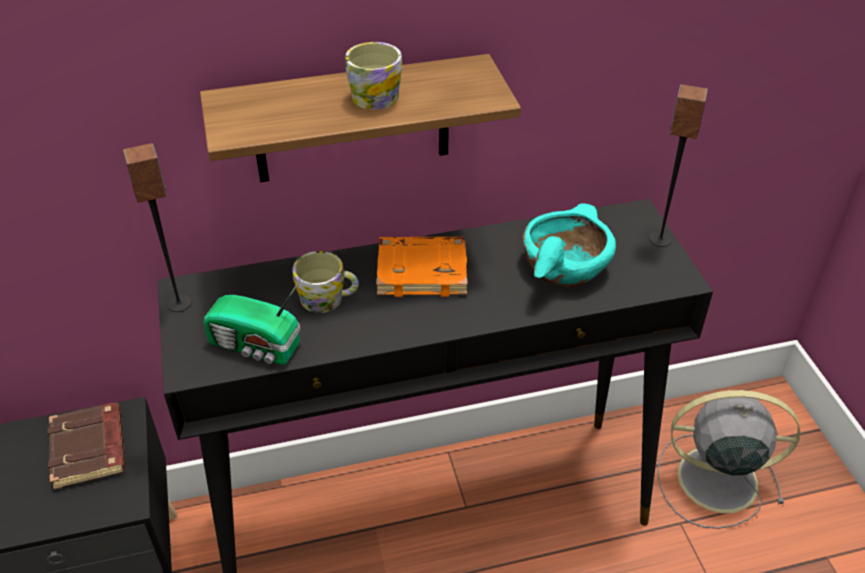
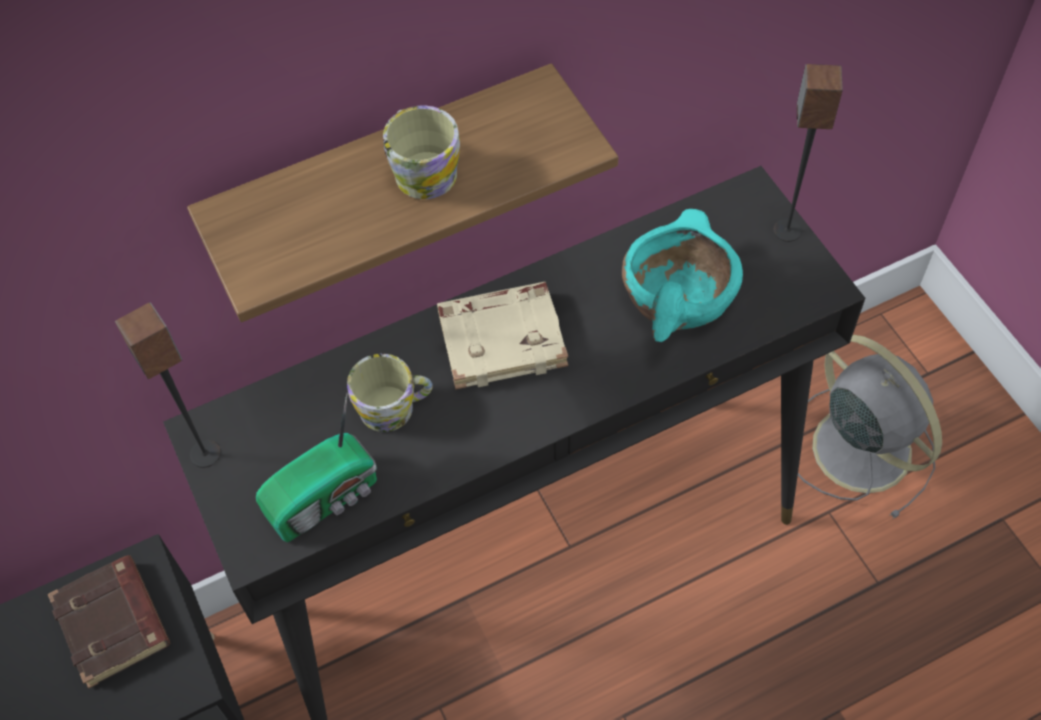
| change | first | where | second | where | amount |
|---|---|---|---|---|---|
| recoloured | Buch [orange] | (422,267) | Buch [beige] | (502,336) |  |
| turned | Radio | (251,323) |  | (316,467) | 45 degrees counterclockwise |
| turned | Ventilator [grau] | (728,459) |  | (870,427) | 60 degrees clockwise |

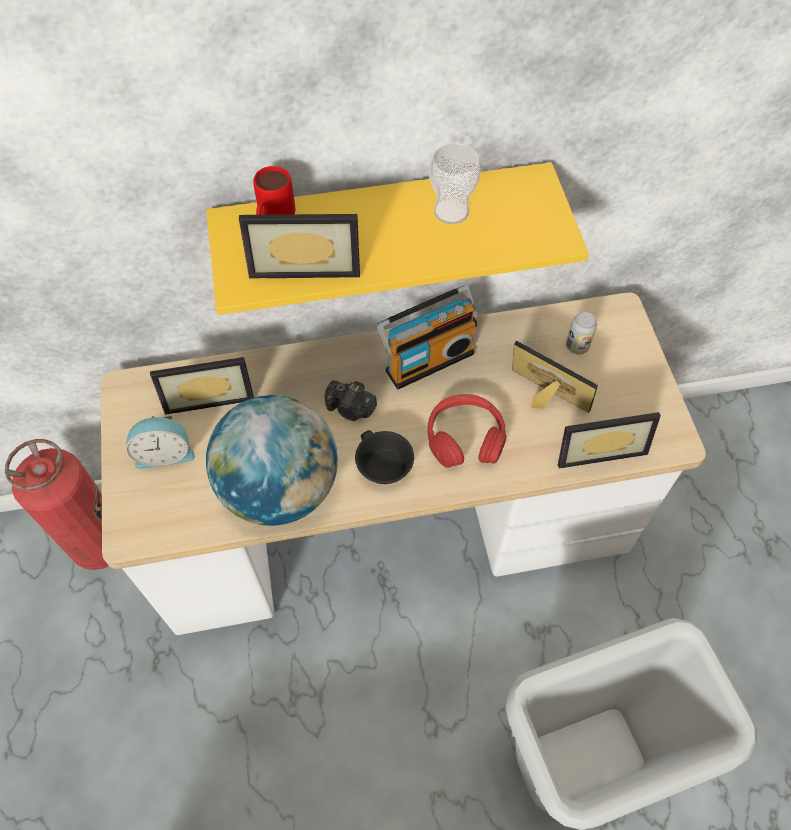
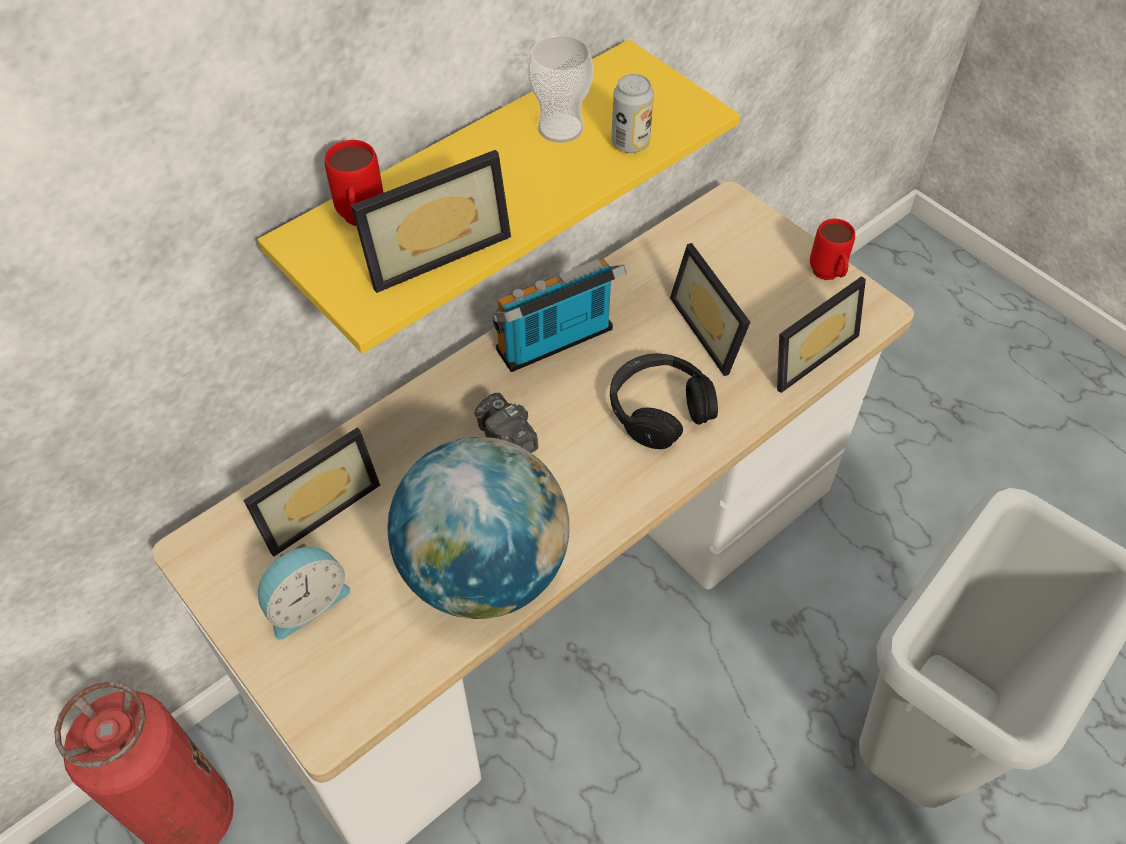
| change | first | where | second | where | amount |
|---|---|---|---|---|---|
| turned | Radio | (427,337) |  | (559,315) | 150 degrees counterclockwise |
| moved | Dose | (581,333) |  | (633,113) |  |
| turned | Bilderrahmen | (555,377) |  | (710,309) | 120 degrees counterclockwise |
| turned | Kamera | (351,400) |  | (506,423) | 60 degrees clockwise |
| recoloured | Kopfhörer [rot] | (467,431) | Kopfhörer [schwarz] | (664,401) |  |
| removed | Tasse [schwarz] | (384,457) |  |  |  |
| added |  |  | Henkelbecher [rot] | (832,249) |  |

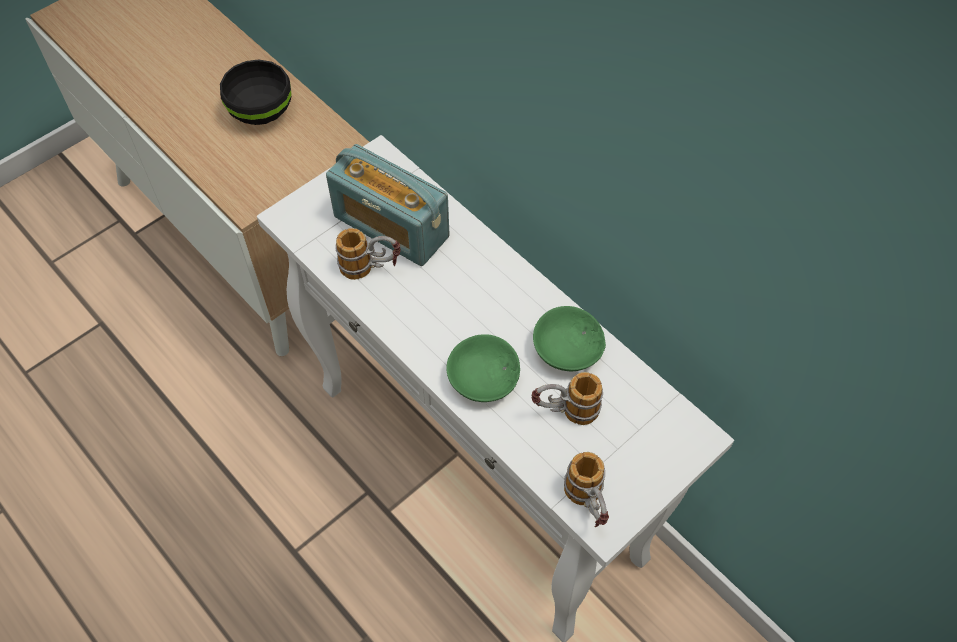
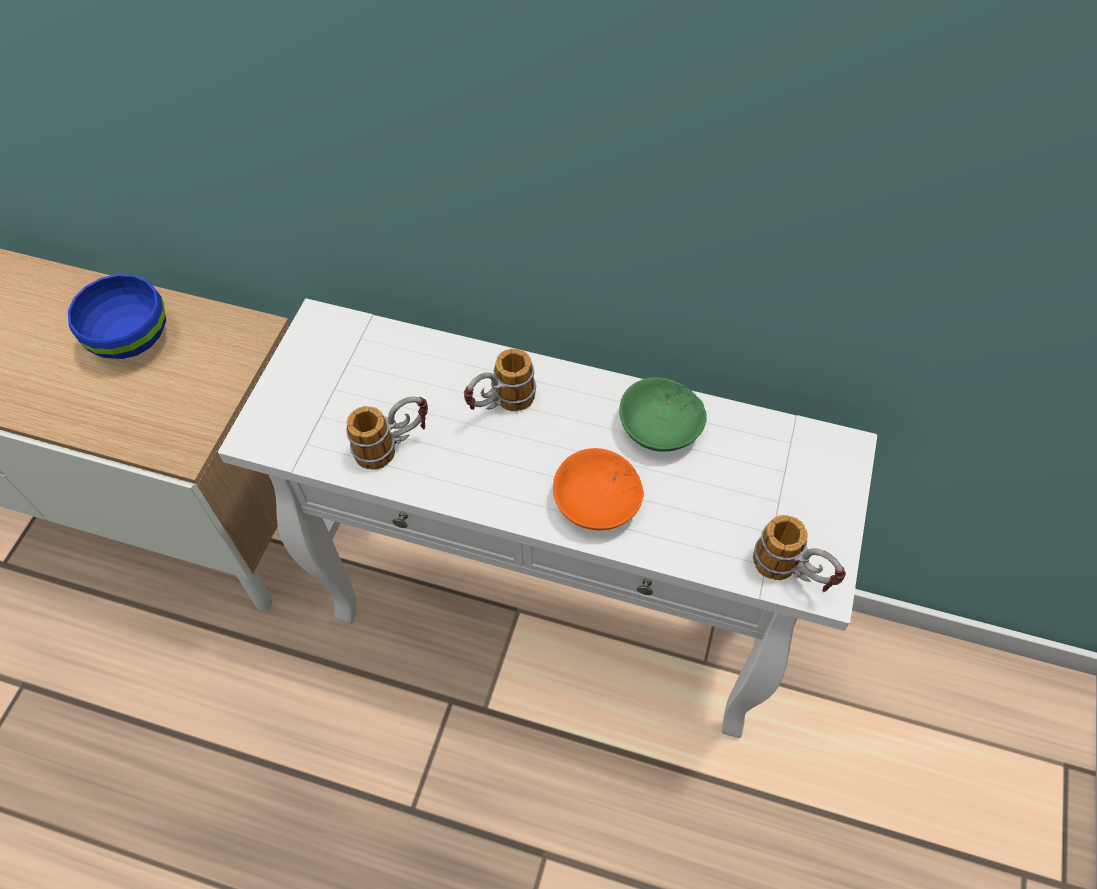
| change | first | where | second | where | amount |
|---|---|---|---|---|---|
| recoloured | Schüssel [schwarz] | (256,92) | Schüssel [blau] | (117,316) |  |
| removed | Radio | (387,205) |  |  |  |
| recoloured | Schüssel [grün] | (483,368) | Schüssel [orange] | (598,489) |  |
| moved | Henkelbecher | (567,398) |  | (500,380) |  |

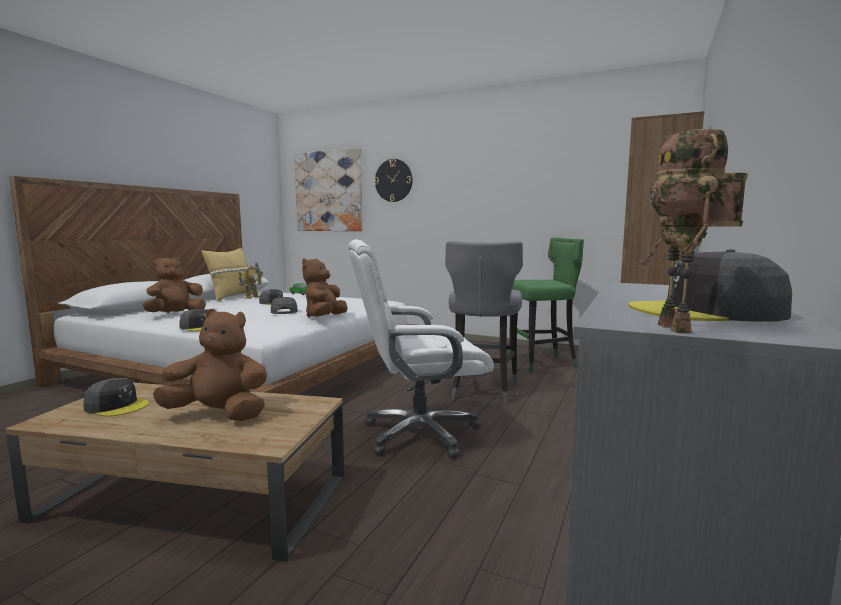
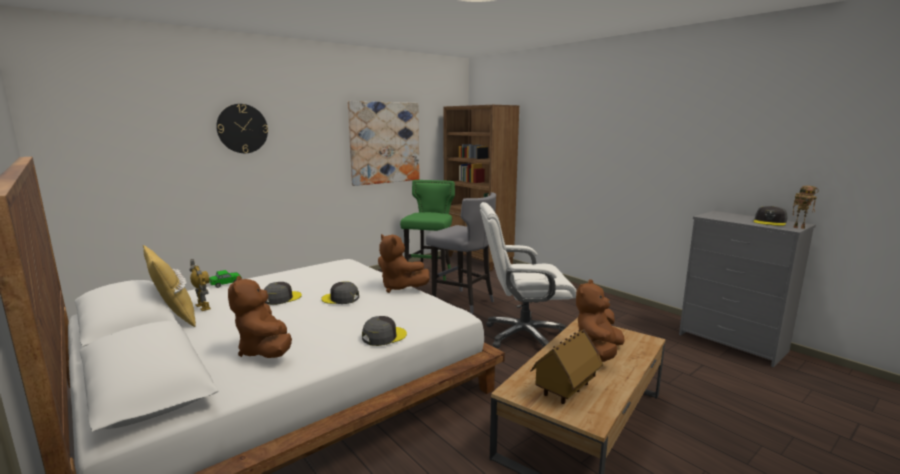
| change | first | where | second | where | amount |
|---|---|---|---|---|---|
| moved | Bild | (328,189) |  | (384,143) |  |
| turned | Bürostuhl [weiß] | (421,348) |  | (528,275) | 75 degrees clockwise |
| replaced | Kappe [grau] | (116,397) | Spielzeughaus | (566,366) |  |

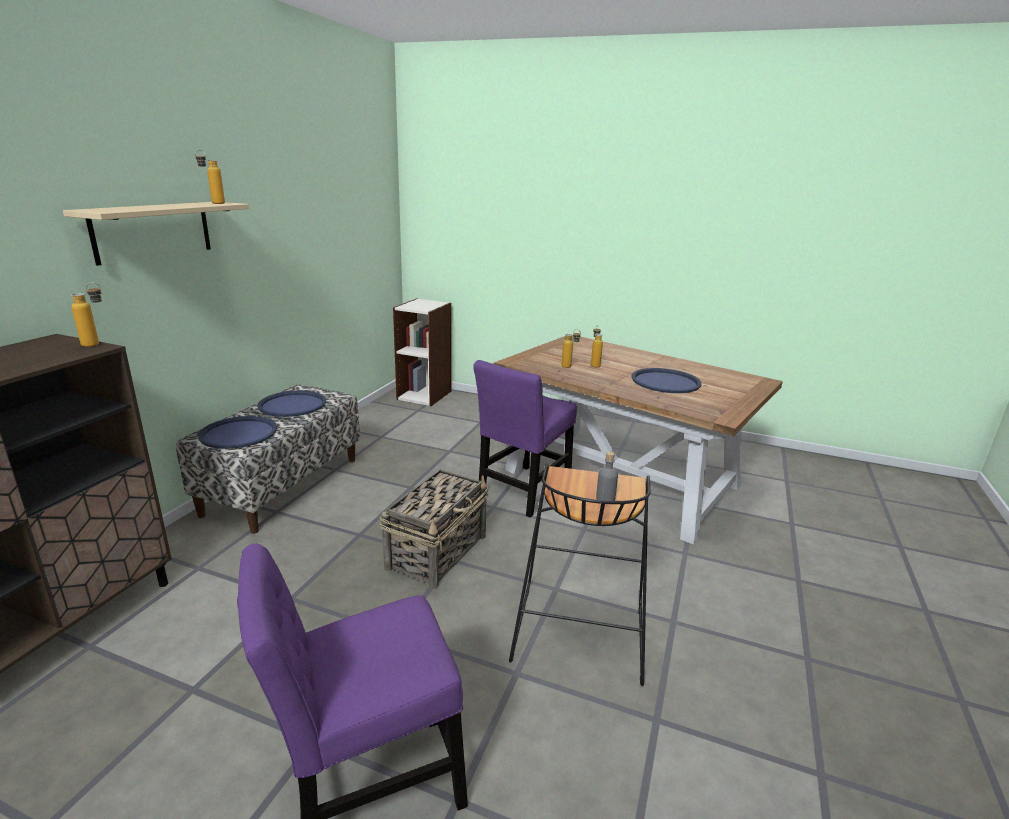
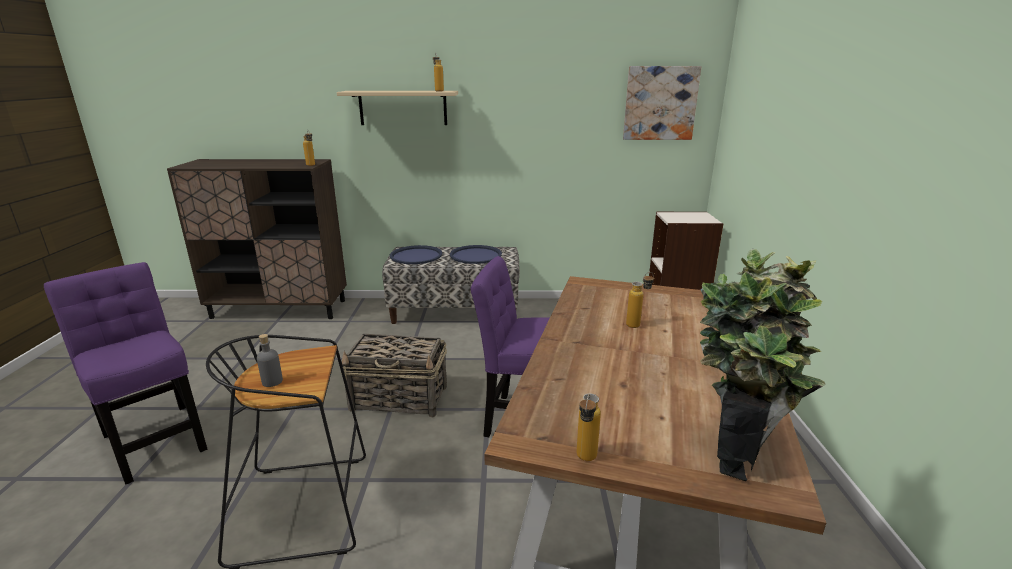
| change | first | where | second | where | amount |
|---|---|---|---|---|---|
| moved | Flasche | (571,348) |  | (588,427) |  |
| removed | Tablett [blau] | (667,380) |  |  |  |
| added |  |  | Bild | (662,103) |  |
| added |  |  | Topfpflanze | (763,365) |  |

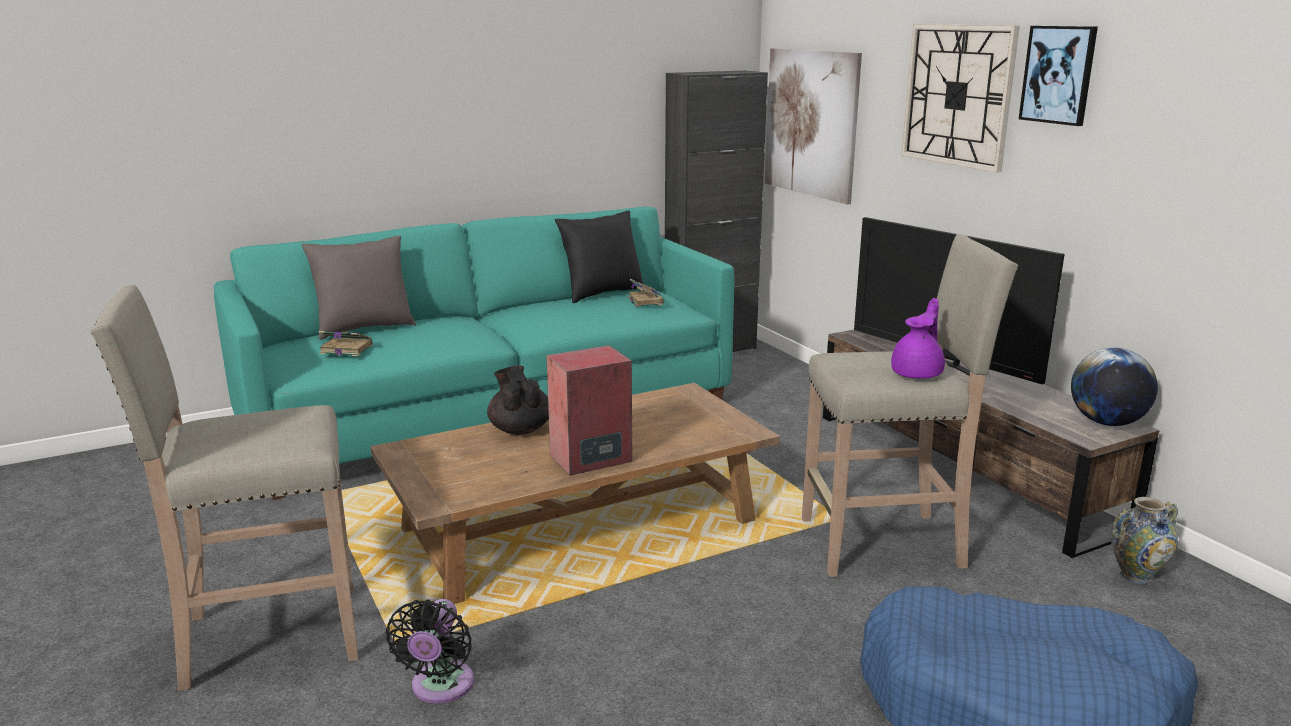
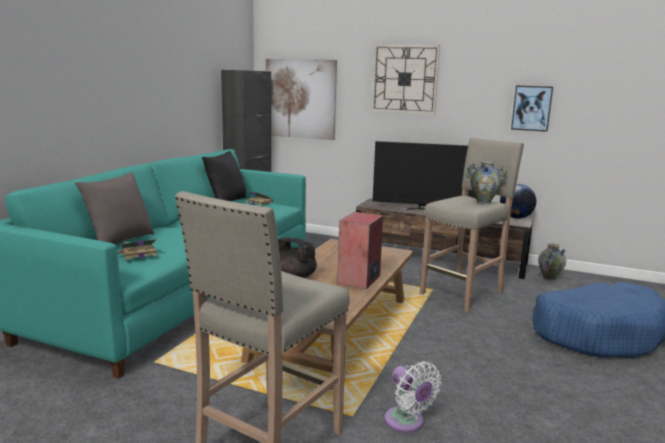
| change | first | where | second | where | amount |
|---|---|---|---|---|---|
| moved | Bild | (1058,76) |  | (532,109) |  |
| replaced | Teekanne [lila] | (918,338) | Vase | (487,182) |  |
| recoloured | Ventilator [schwarz] | (430,651) | Ventilator [weiß] | (412,397) |  |

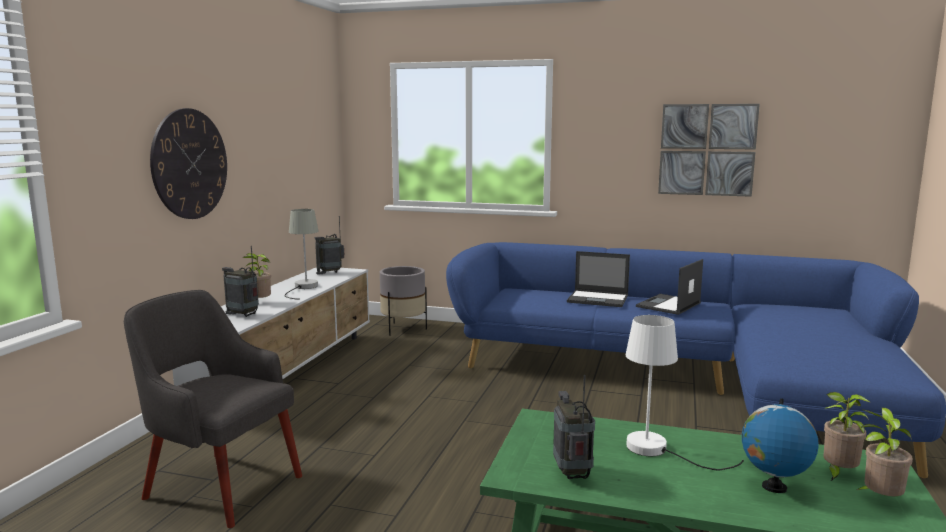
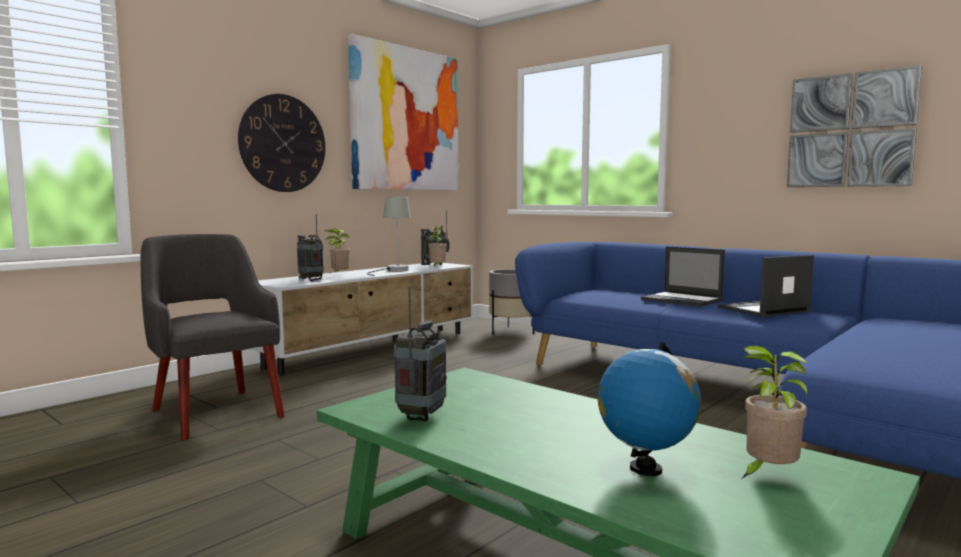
| change | first | where | second | where | amount |
|---|---|---|---|---|---|
| removed | Tischlampe [weiß] | (684,393) |  |  |  |
| moved | Topfpflanze | (885,452) |  | (437,246) |  |
| added |  |  | Bild | (403,112) |  |

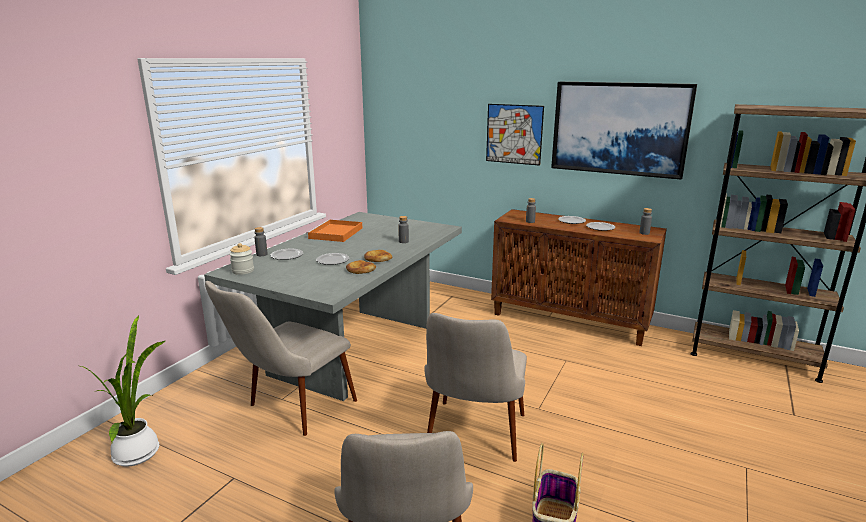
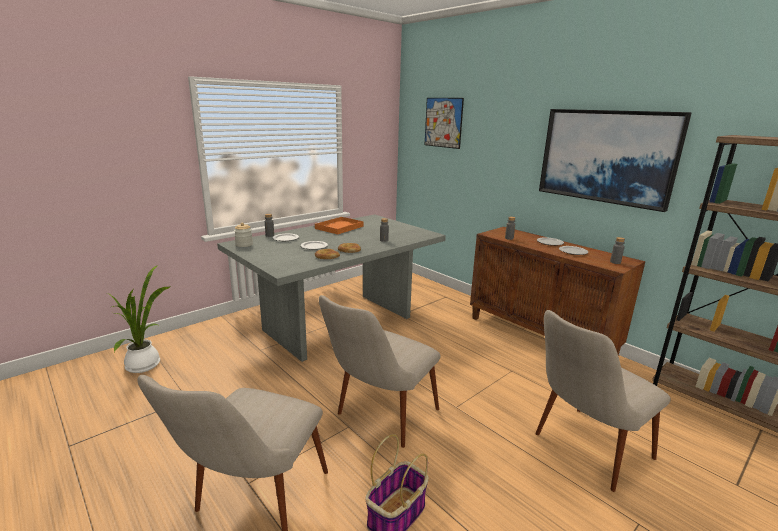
| change | first | where | second | where | amount |
|---|---|---|---|---|---|
| moved | Bild | (515,135) |  | (444,123) |  |
| moved | Stuhl [beige] | (281,358) |  | (603,401) |  |

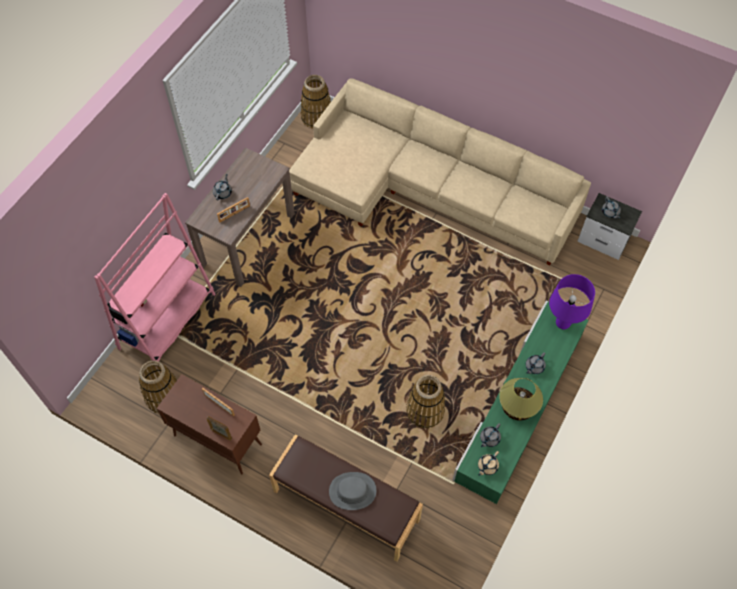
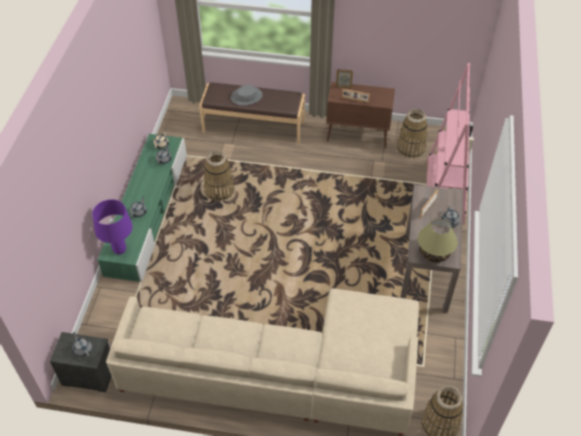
| change | first | where | second | where | amount |
|---|---|---|---|---|---|
| moved | Tischlampe | (521,399) |  | (438,240) |  |

